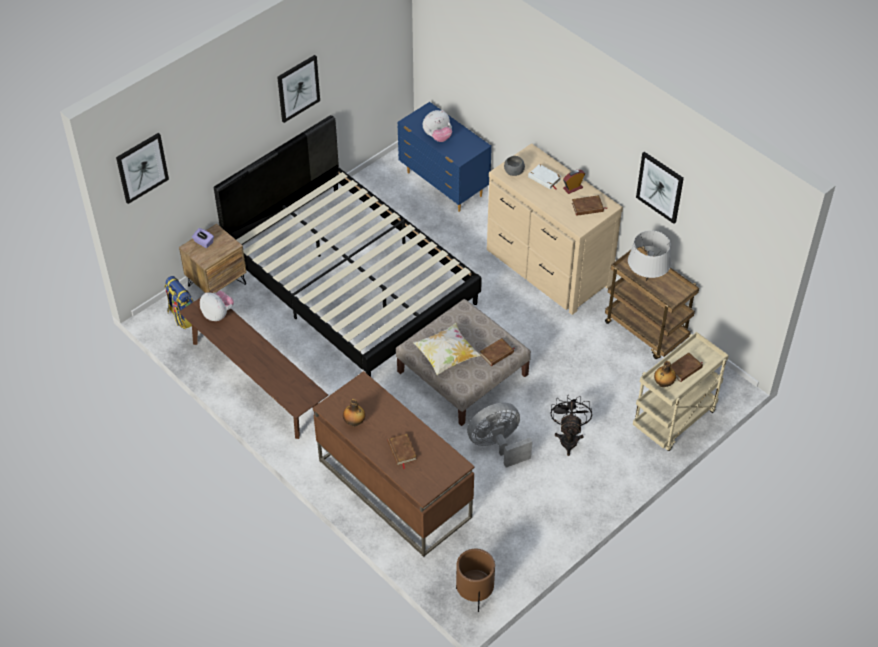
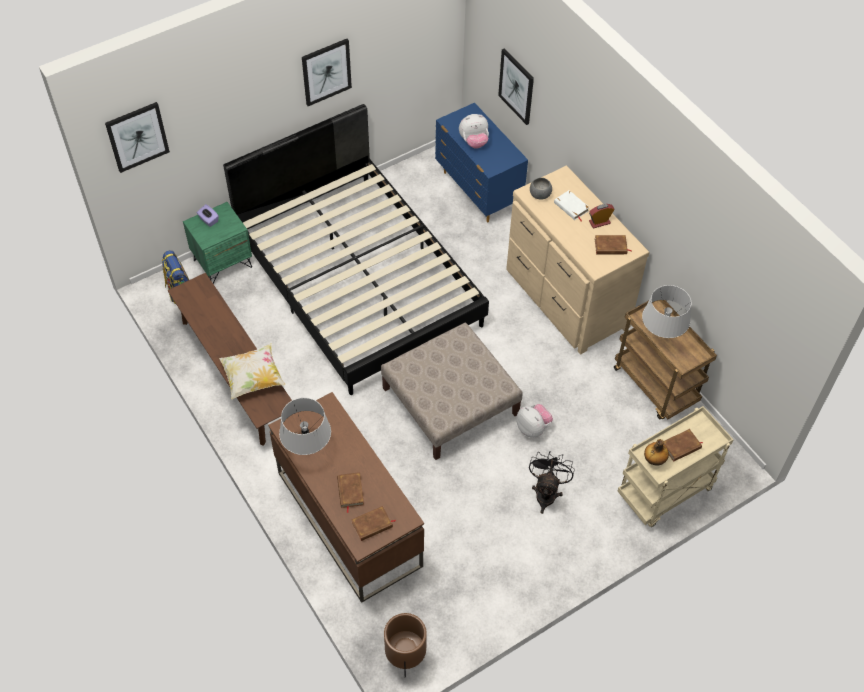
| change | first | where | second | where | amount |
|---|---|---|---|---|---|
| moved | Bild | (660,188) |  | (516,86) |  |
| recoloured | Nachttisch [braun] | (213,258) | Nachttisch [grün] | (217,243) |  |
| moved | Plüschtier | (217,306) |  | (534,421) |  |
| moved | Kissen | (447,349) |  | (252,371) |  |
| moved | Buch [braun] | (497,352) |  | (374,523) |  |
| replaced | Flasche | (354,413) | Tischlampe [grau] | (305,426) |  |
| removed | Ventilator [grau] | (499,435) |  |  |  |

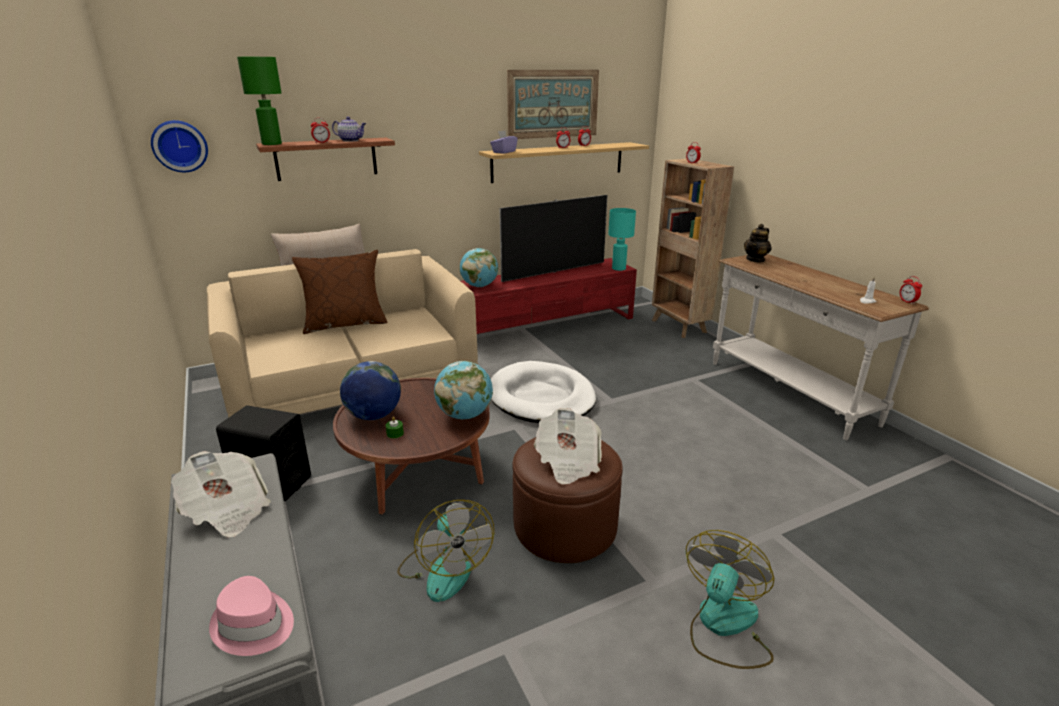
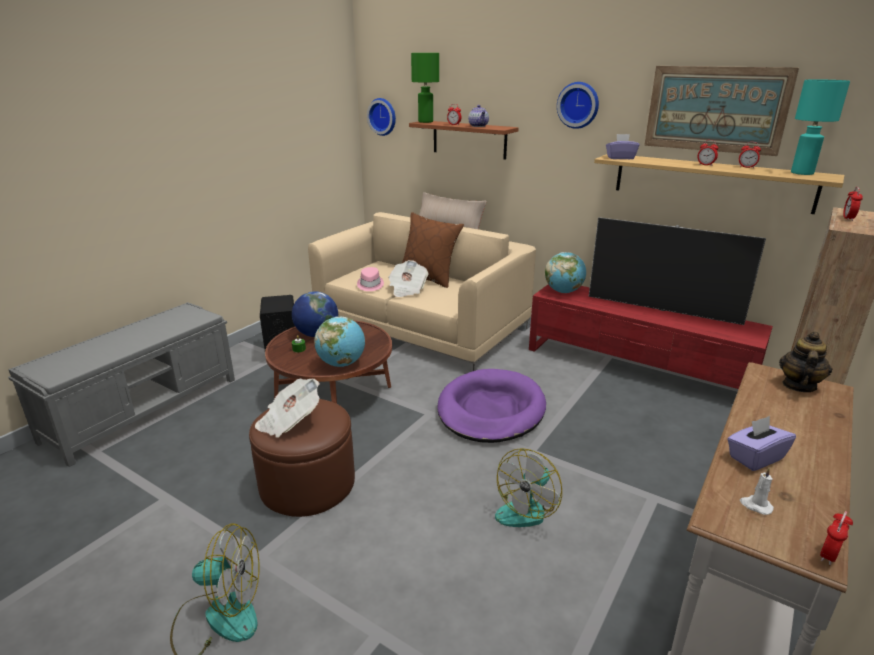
| change | first | where | second | where | amount |
|---|---|---|---|---|---|
| moved | Tischlampe [türkis] | (622,239) |  | (820,127) |  |
| turned | Teekanne | (758,243) |  | (805,362) | 105 degrees clockwise |
| recoloured | Hundebett [weiß] | (543,392) | Hundebett [lila] | (491,406) |  |
| moved | Zeitung | (221,494) |  | (408,278) |  |
| moved | Ventilator | (445,551) |  | (528,487) |  |
| moved | Hut [rosa] | (251,616) |  | (370,279) |  |
| added |  |  | Wanduhr | (578,105) |  |
| added |  |  | Taschentuchbox [lila] | (762,443) |  |

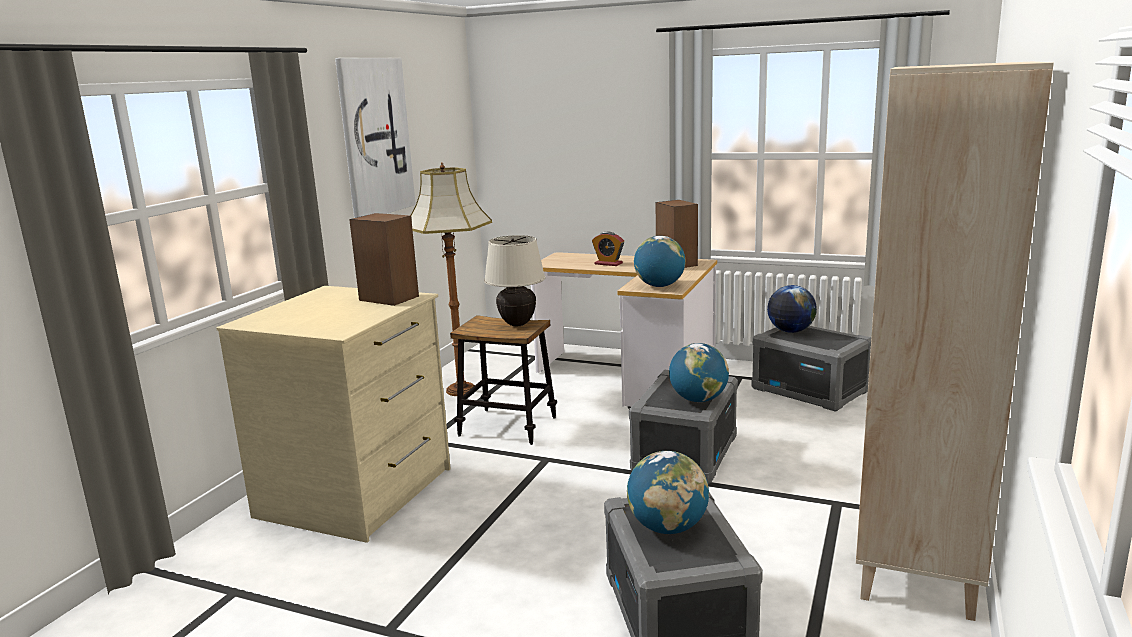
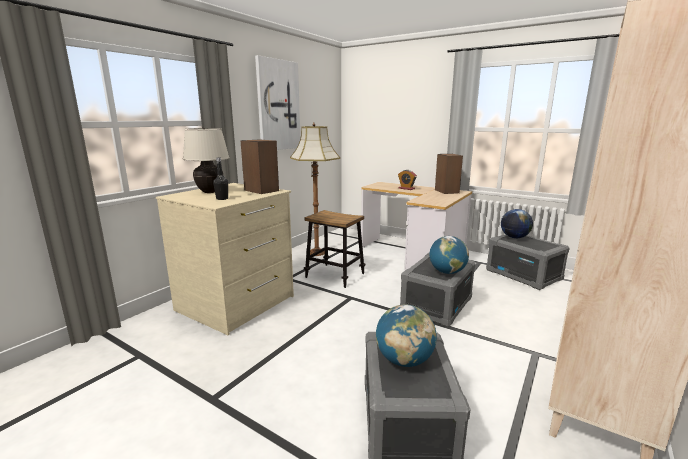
| change | first | where | second | where | amount |
|---|---|---|---|---|---|
| moved | Tischlampe [beige] | (515,280) |  | (206,160) |  |
| removed | Globus | (659,261) |  |  |  |
| added |  |  | Flasche [schwarz] | (220,178) |  |

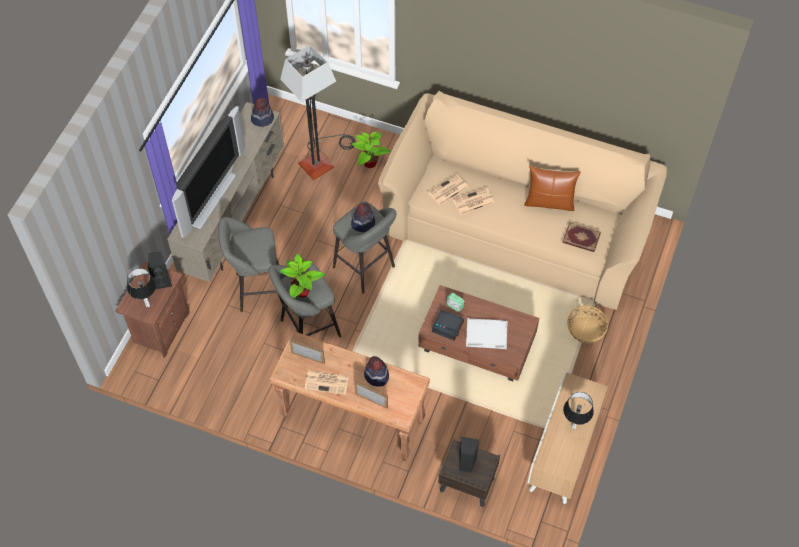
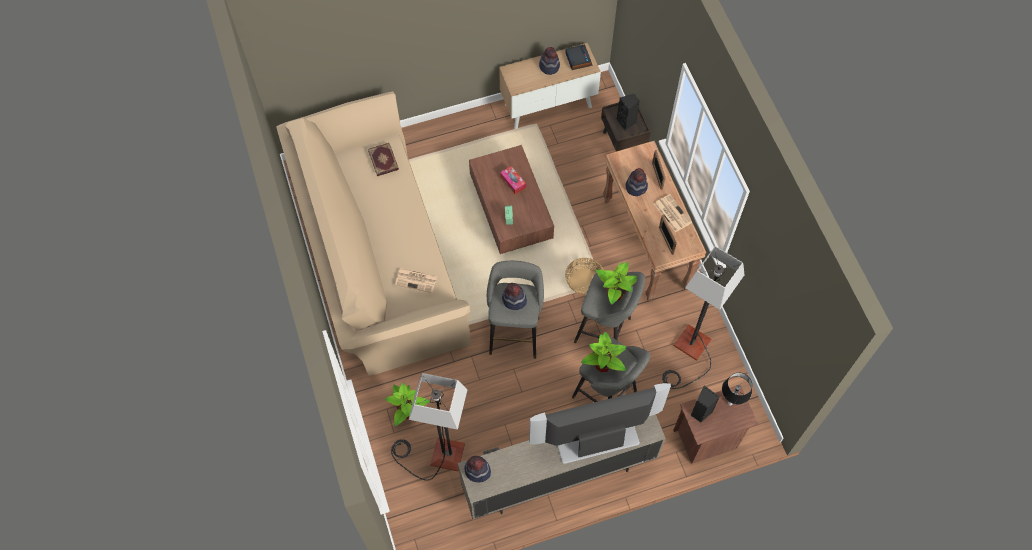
| change | first | where | second | where | amount |
|---|---|---|---|---|---|
| removed | Kissen [braun] | (552,188) |  |  |  |
| removed | Zeitung | (473,201) |  |  |  |
| moved | Korb | (587,324) |  | (584,276) |  |
| moved | Wecker | (448,325) |  | (579,57) |  |
| replaced | Tablett [weiß] | (487,333) | Taschentuchbox | (513,180) |  |
| replaced | Tischlampe | (578,410) | Hut | (549,61) |  |
| added |  |  | Stehlampe | (703,317) |  |
| added |  |  | Topfpflanze | (603,352) |  |

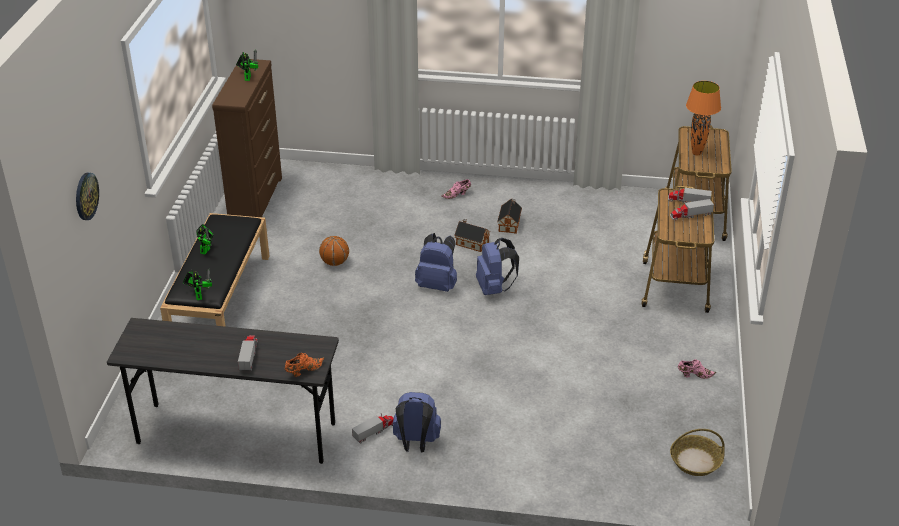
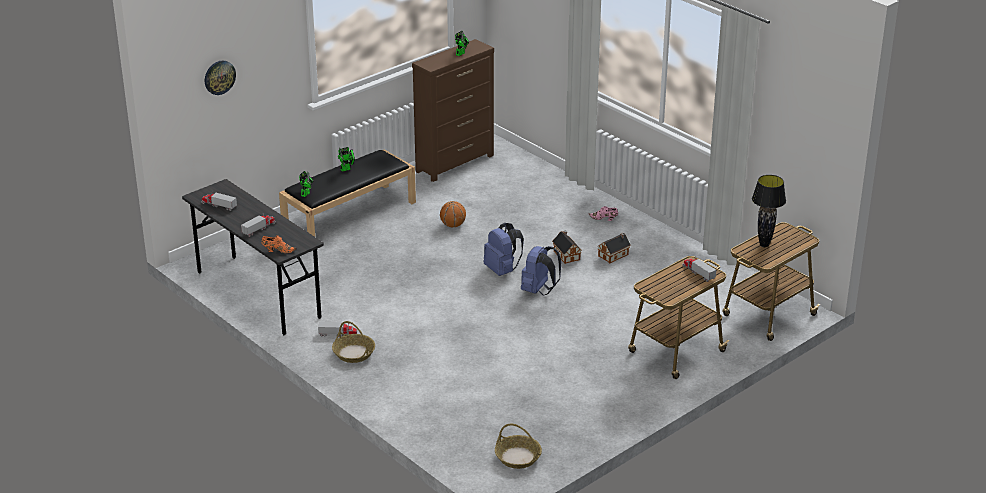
| change | first | where | second | where | amount |
|---|---|---|---|---|---|
| recoloured | Tischlampe [orange] | (703,118) | Tischlampe [schwarz] | (769,211) |  |
| moved | Spielzeuglaster | (692,210) |  | (219,202) |  |
| removed | Schuh [rosa] | (697,369) |  |  |  |
| replaced | Rucksack [blau] | (417,422) | Korb | (353,342) |  |

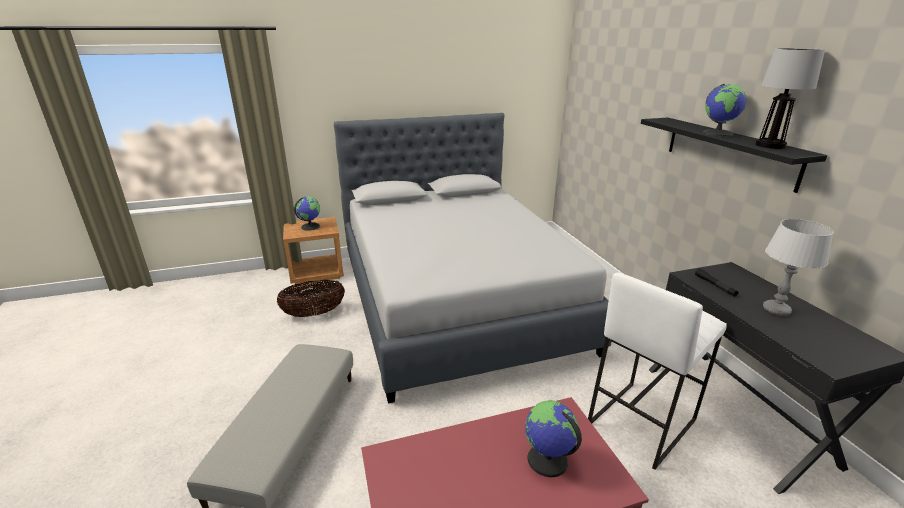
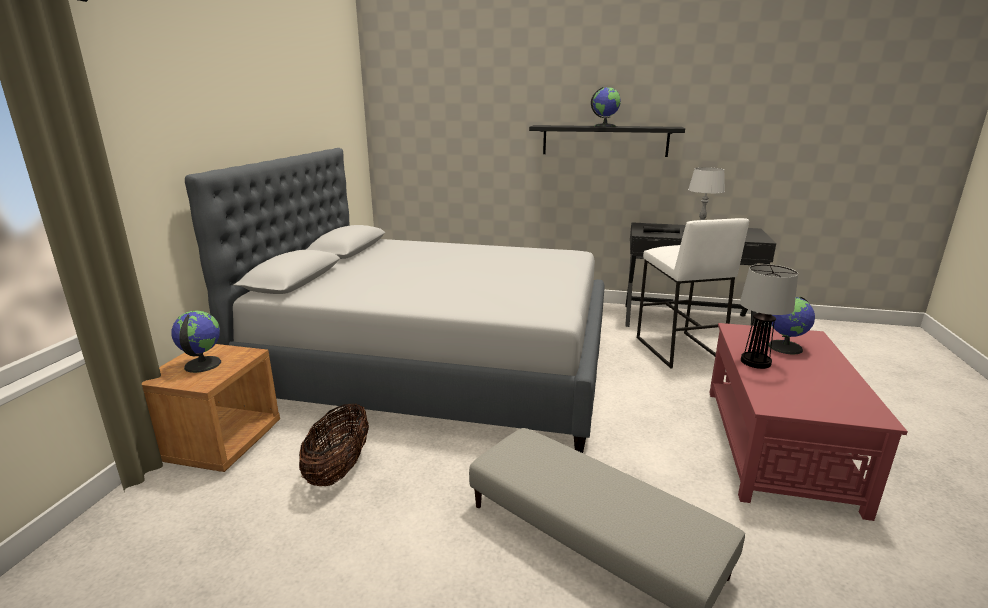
| change | first | where | second | where | amount |
|---|---|---|---|---|---|
| moved | Tischlampe | (790,98) |  | (769,316) |  |

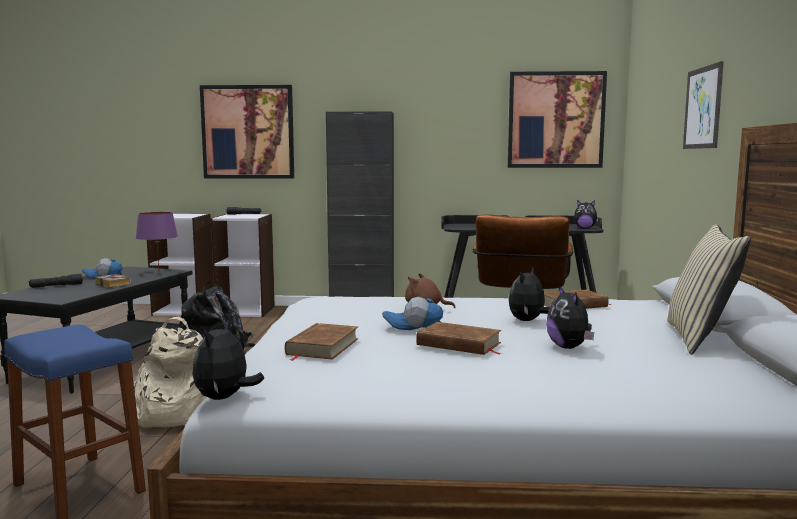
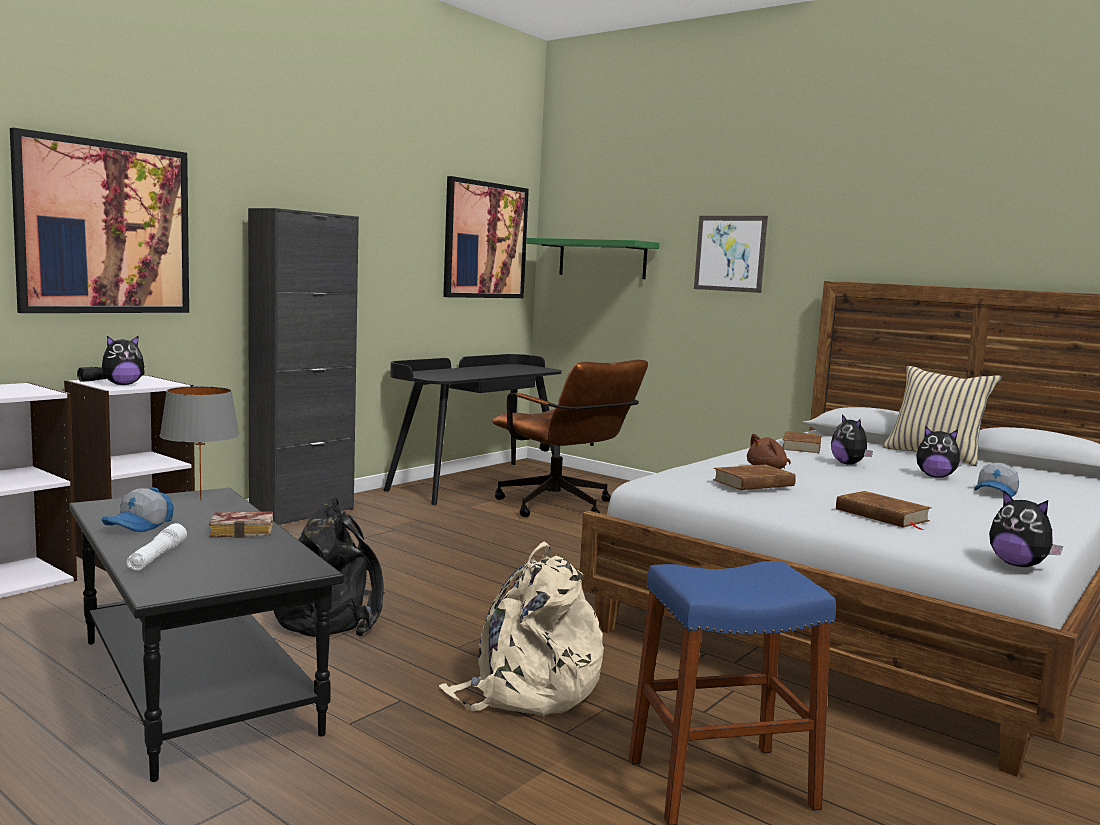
| change | first | where | second | where | amount |
|---|---|---|---|---|---|
| moved | Plüschtier | (586,215) |  | (123,360) |  |
| recoloured | Tischlampe [lila] | (157,240) | Tischlampe [grau] | (199,443) |  |
| recoloured | Taschenlampe [schwarz] | (56,281) | Taschenlampe [weiß] | (156,546) |  |
| moved | Kappe | (412,313) |  | (996,480) |  |
| moved | Buch [braun] | (459,338) |  | (755,477) |  |
| added |  |  | Wandregal [grün] | (592,258) |  |

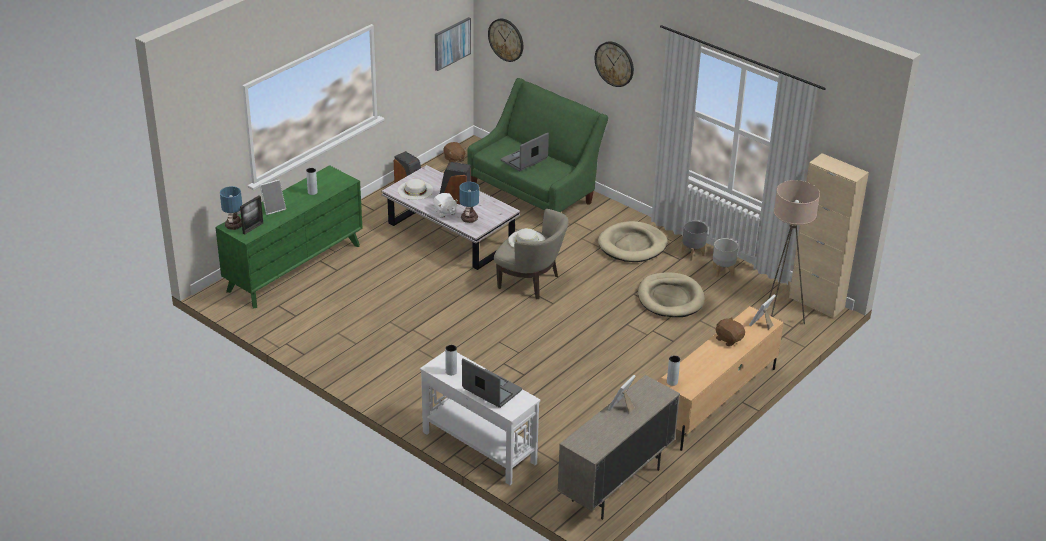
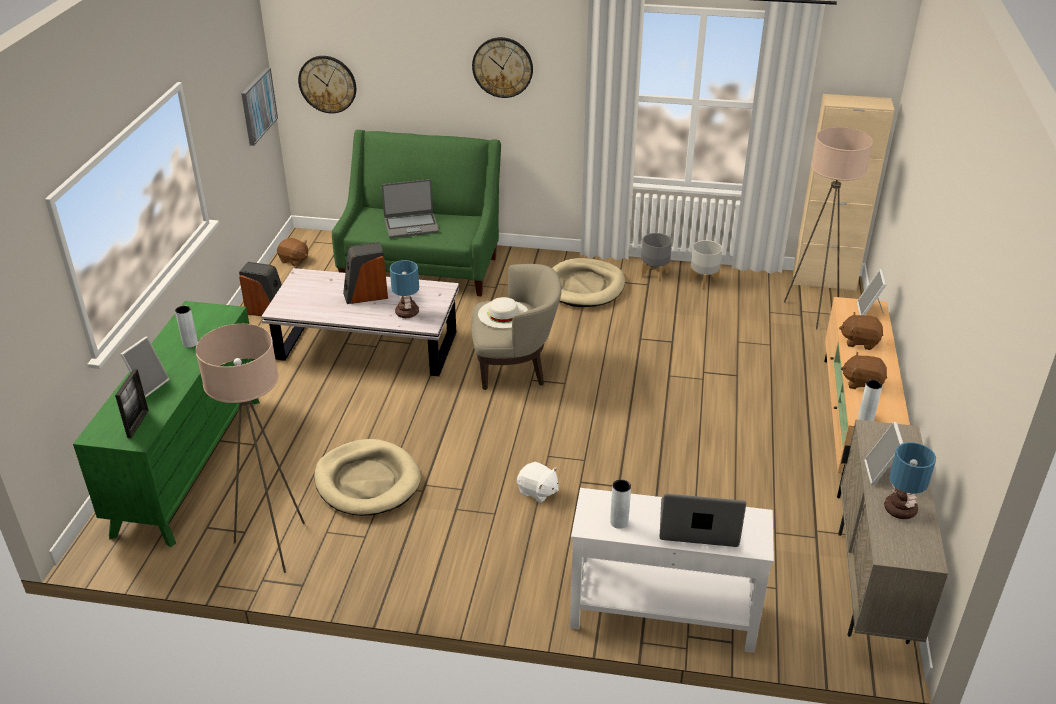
| change | first | where | second | where | amount |
|---|---|---|---|---|---|
| turned | Laptop | (525,152) |  | (410,208) | 120 degrees counterclockwise |
| removed | Hut [weiß] | (415,189) |  |  |  |
| moved | Tischlampe | (231,208) |  | (910,480) |  |
| moved | Plüschtier [weiß] | (445,205) |  | (538,482) |  |
| moved | Hundebett [beige] | (671,294) |  | (367,477) |  |
| added |  |  | Stehlampe [beige] | (250,448) |  |
| added |  |  | Plüschtier [braun] | (864,370) |  |

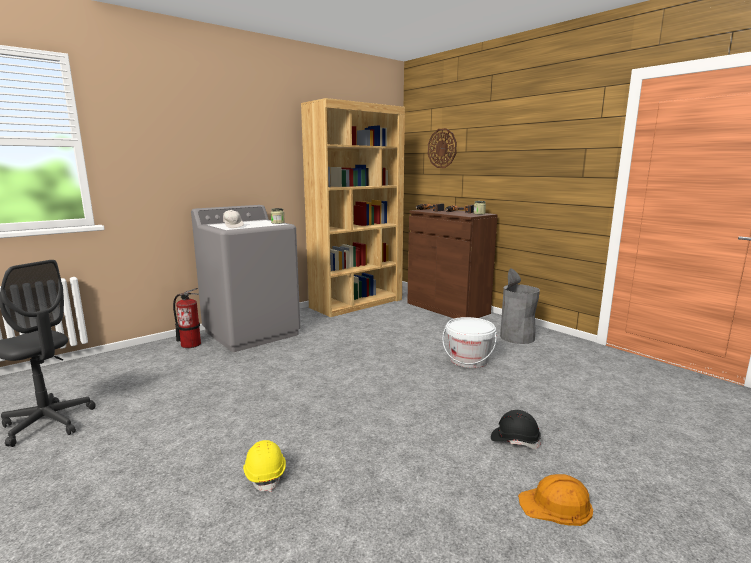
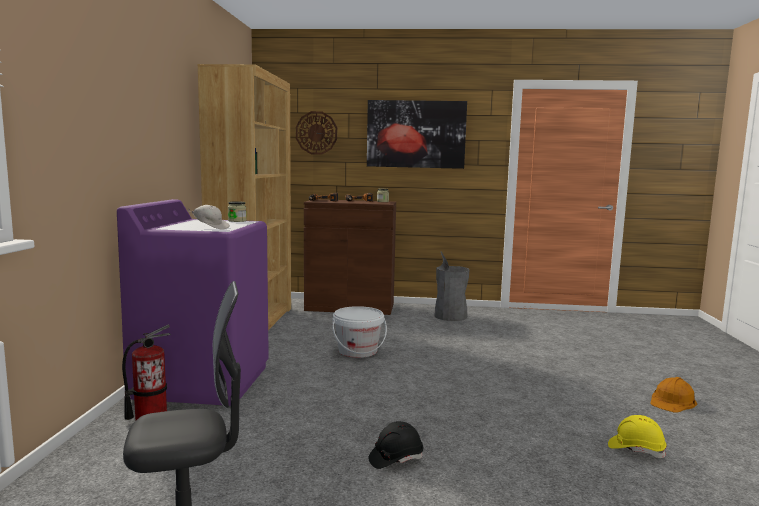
| change | first | where | second | where | amount |
|---|---|---|---|---|---|
| recoloured | Waschmaschine [grau] | (245,278) | Waschmaschine [lila] | (193,302) |  |
| moved | Eimer [weiß] | (470,342) |  | (359,332) |  |
| moved | Schutzhelm [schwarz] | (516,429) |  | (396,445) |  |
| moved | Schutzhelm [gelb] | (264,466) |  | (637,436) |  |
| added |  |  | Bild | (417,134) |  |

